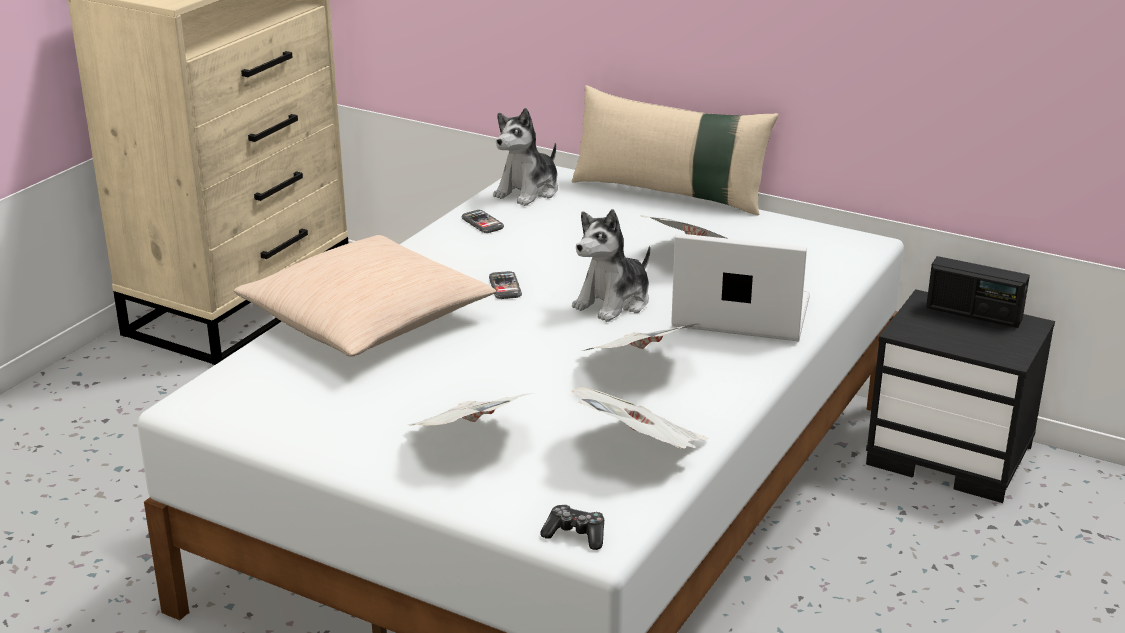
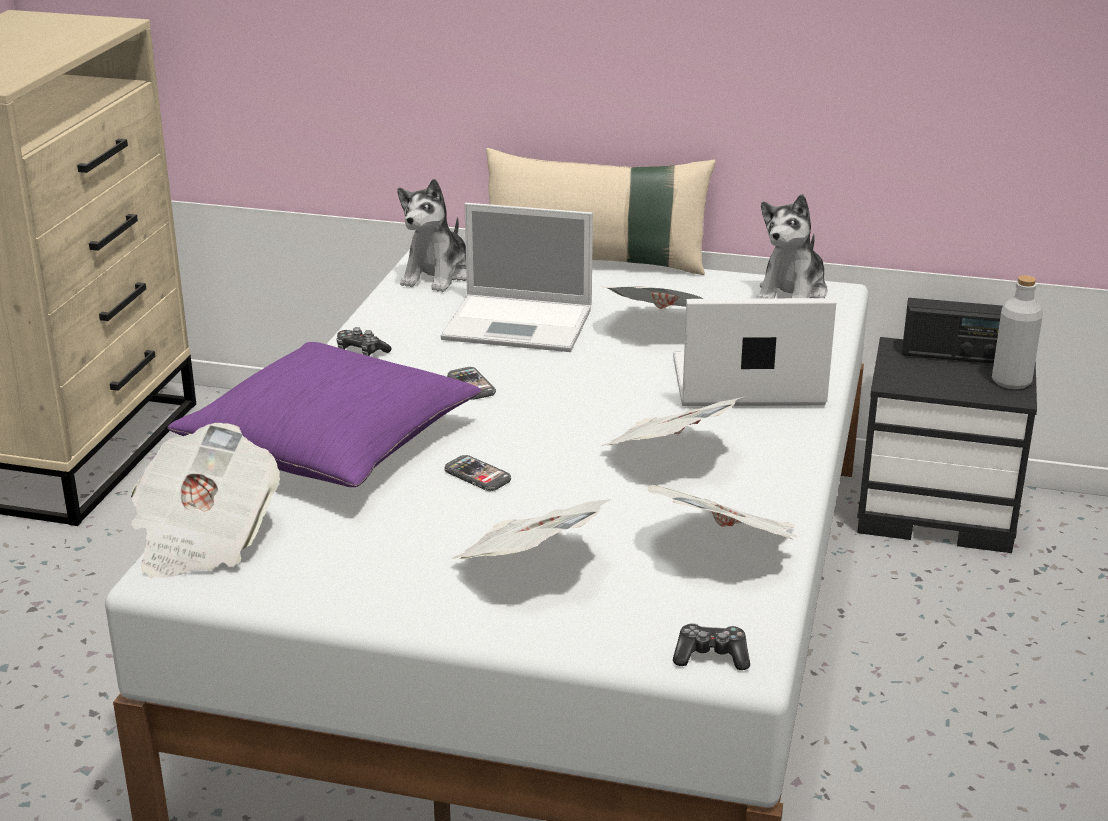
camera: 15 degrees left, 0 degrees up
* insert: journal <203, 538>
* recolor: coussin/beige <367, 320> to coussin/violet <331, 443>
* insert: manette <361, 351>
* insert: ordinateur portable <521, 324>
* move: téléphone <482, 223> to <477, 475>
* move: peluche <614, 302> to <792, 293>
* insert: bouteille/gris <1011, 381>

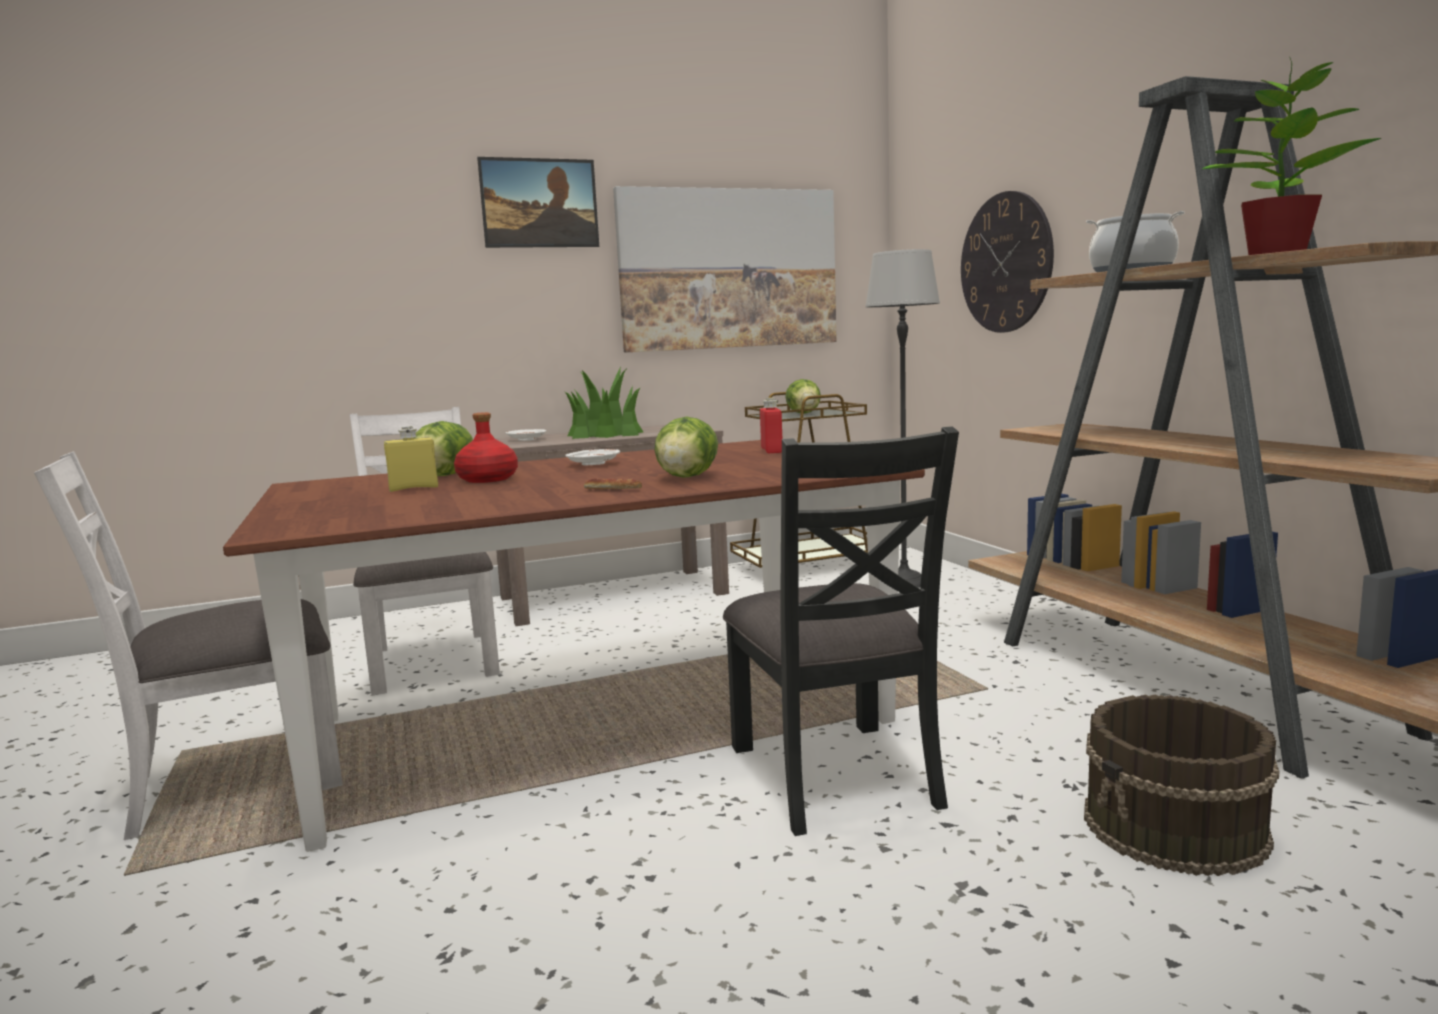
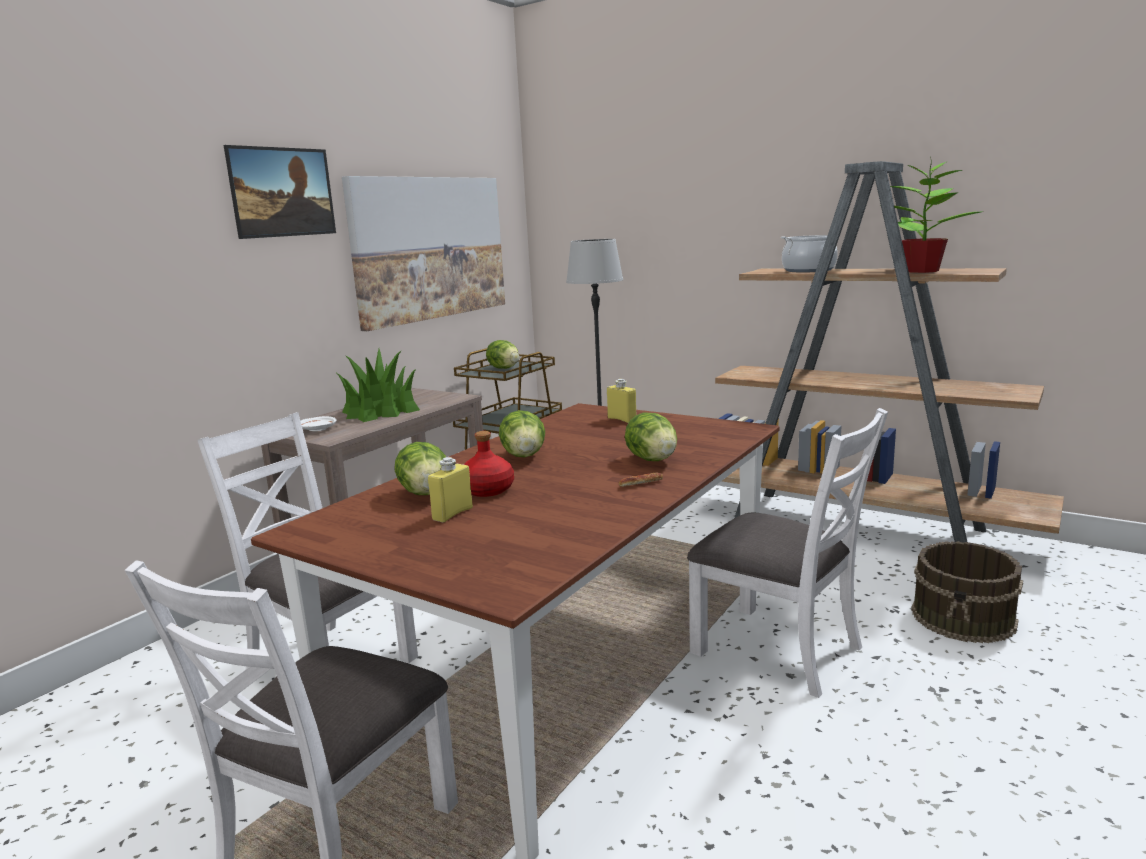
camera: 35 degrees left, 5 degrees up
* replace: assiette/blanc <594, 464> to laitue <524, 456>
* recolor: bouteille/rouge <771, 450> to bouteille/jaune <622, 419>
* recolor: chaise/noir <835, 775> to chaise/blanc <778, 649>
* delete: horloge murale <1005, 263>

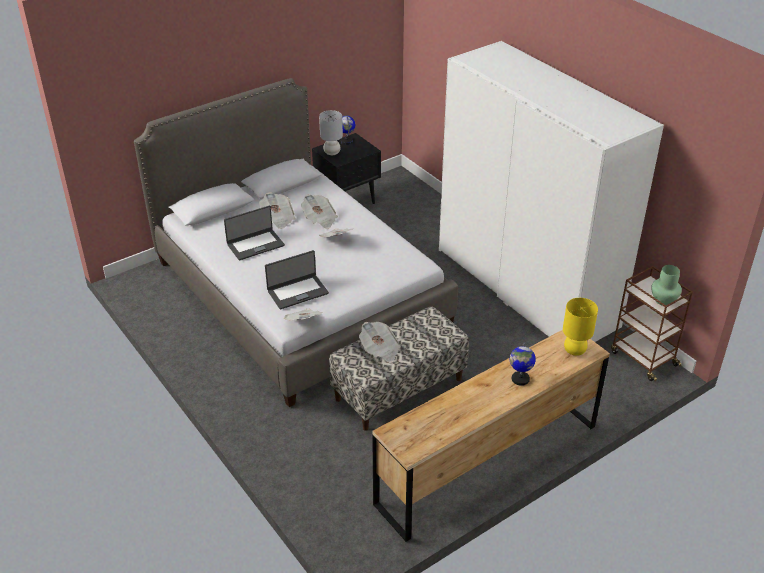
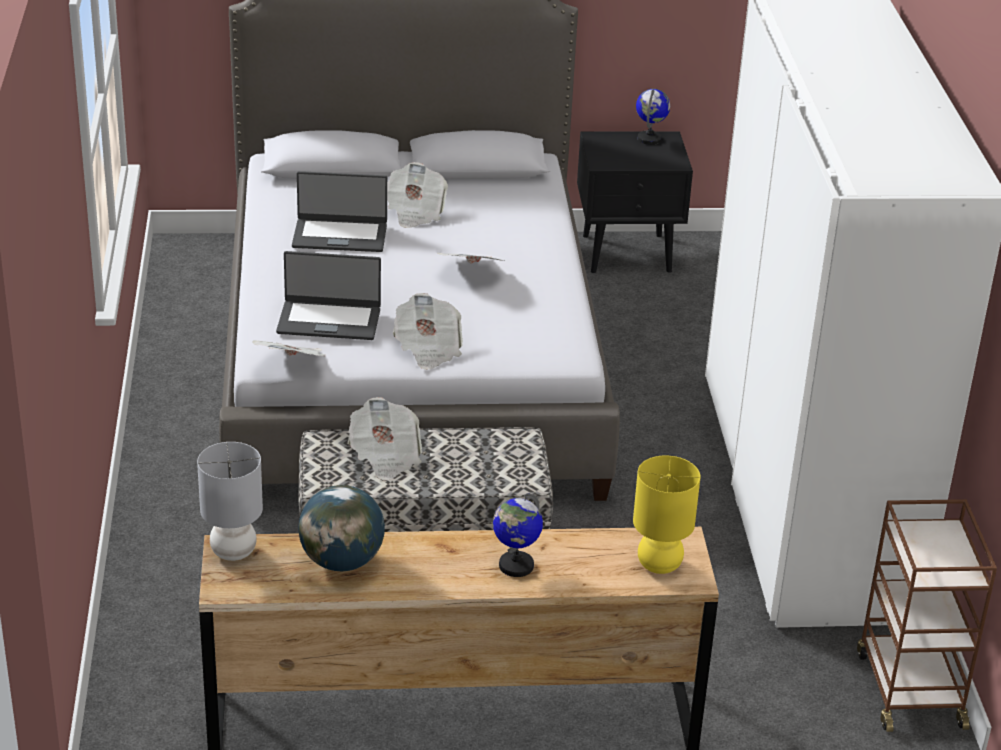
camera: 30 degrees right, 5 degrees down
* move: lampe de table/gris <331, 153> to <233, 551>
* insert: globe <341, 561>
* move: journal <320, 219> to <428, 349>
* delete: vase/vert <663, 301>

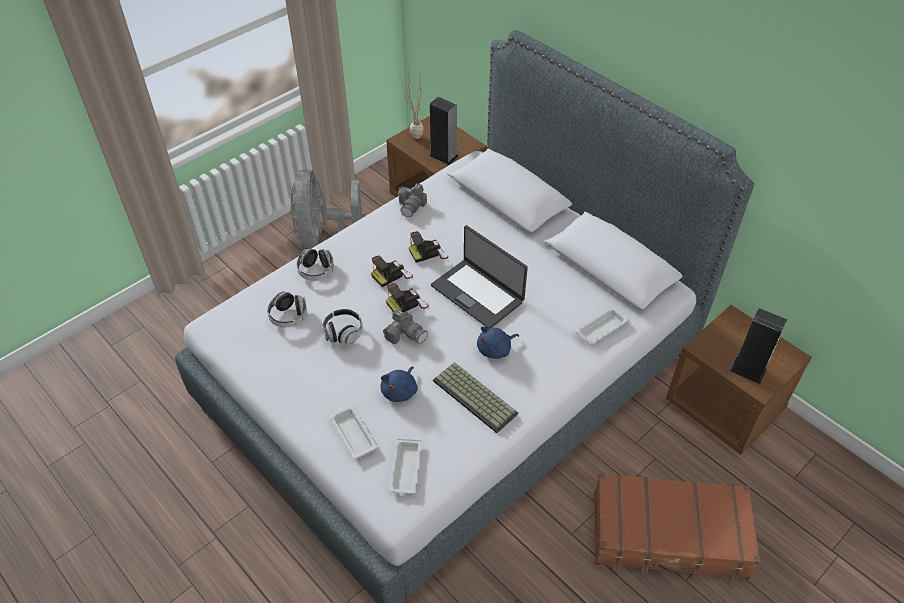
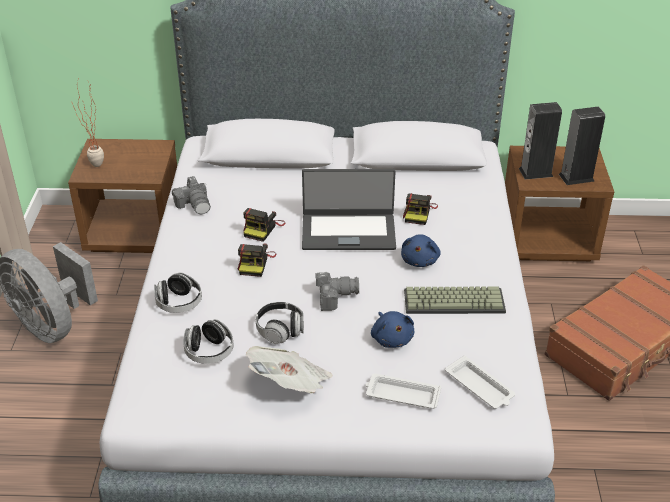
camera: 45 degrees left, 10 degrees down
* insert: journal <291, 384>
* move: appareil photo <407, 303> to <419, 213>
* move: enceinte <443, 156> to <535, 172>
* delete: plateau/blanc <602, 328>

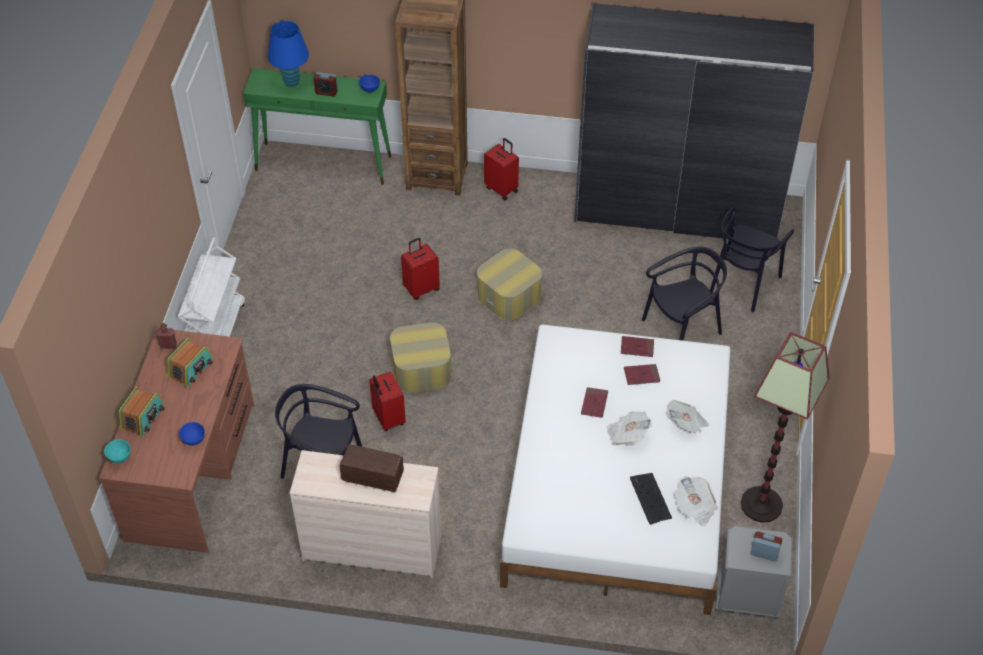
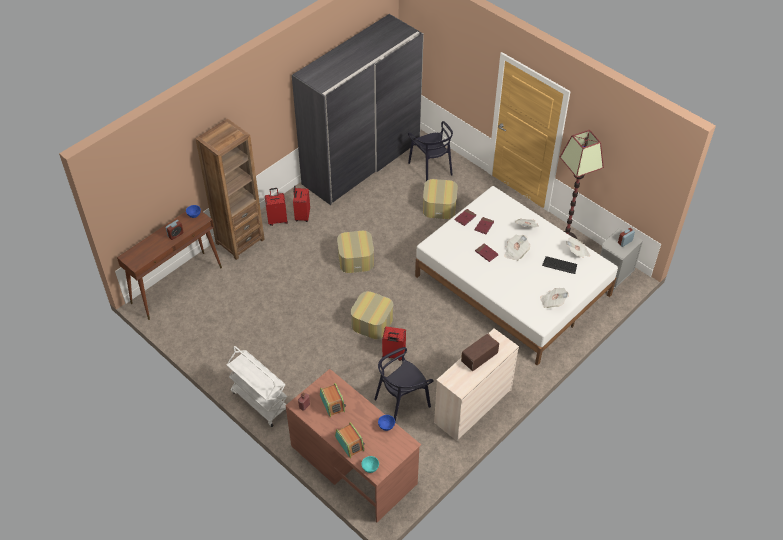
camera: 55 degrees left, 0 degrees up
* recolor: table console/vert <324, 163> to table console/marron <177, 285>
* move: valise/rouge <421, 288> to <302, 216>
* replace: chaise/noir <682, 329> to pouf <439, 206>
* insert: journal <552, 302>
* delete: lampe de table/bleu <291, 82>

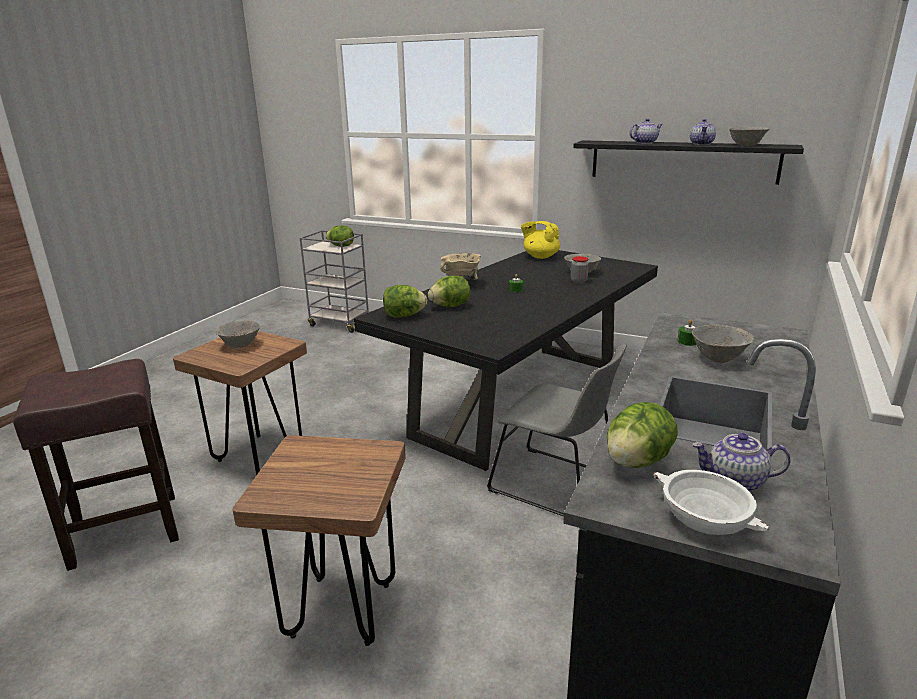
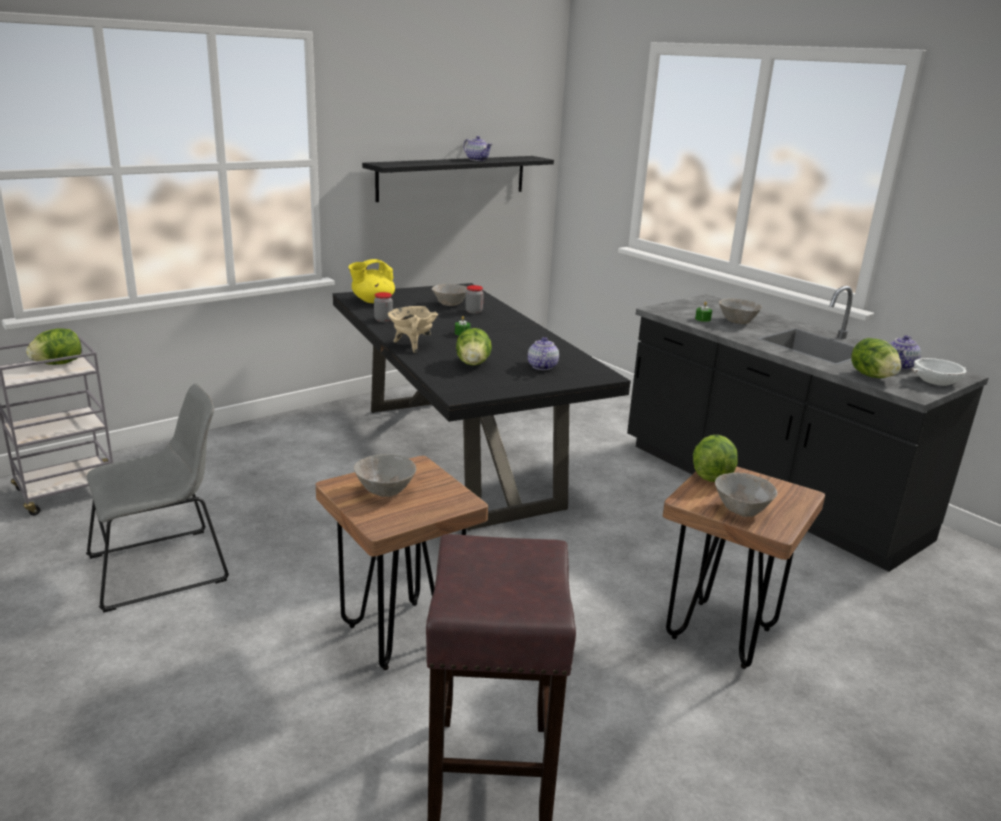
camera: 65 degrees left, 0 degrees up
* move: chaise/gris <557, 485> to <165, 567>
* insert: bocal <383, 320>
* move: théière <644, 143> to <541, 366>
* move: laitue <404, 316> to <712, 476>
* move: bol/gris <746, 145> to <742, 510>

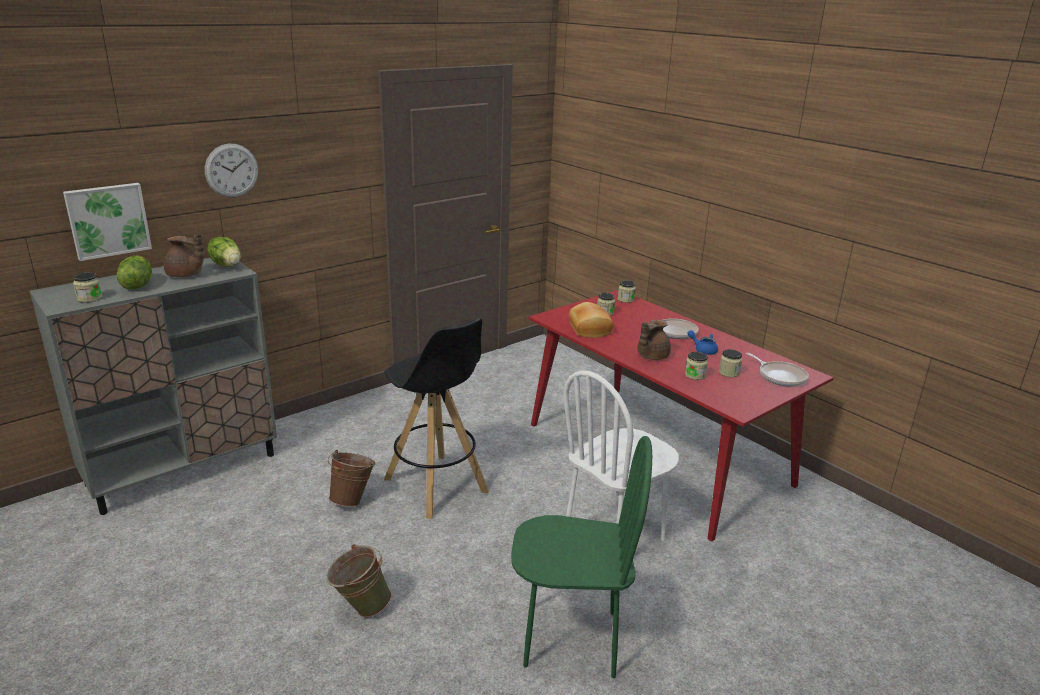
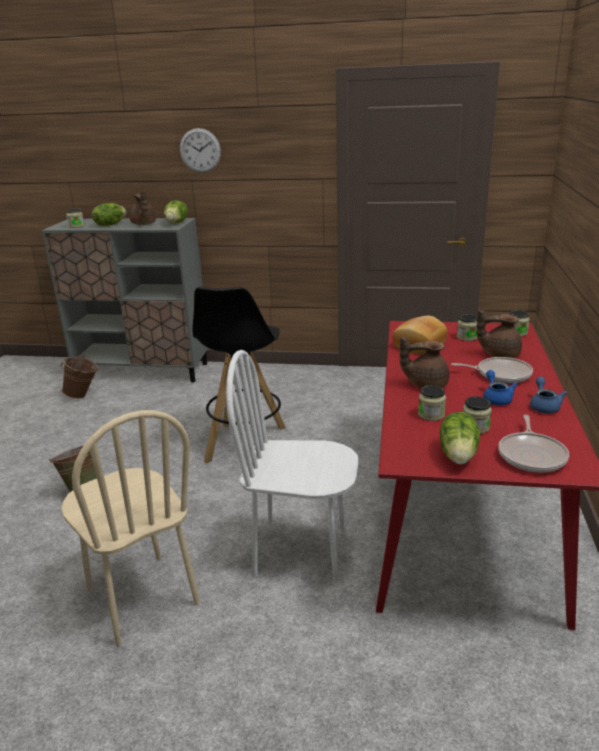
camera: 50 degrees right, 0 degrees up
* move: seau/marron <353, 499> to <83, 395>
* recolor: chaise/vert <571, 639> to chaise/beige <141, 597>
* insert: laitue <459, 455>
* insert: théière/marron <499, 354>
* insert: théière/bleu <544, 406>
* delete: tableau <108, 220>

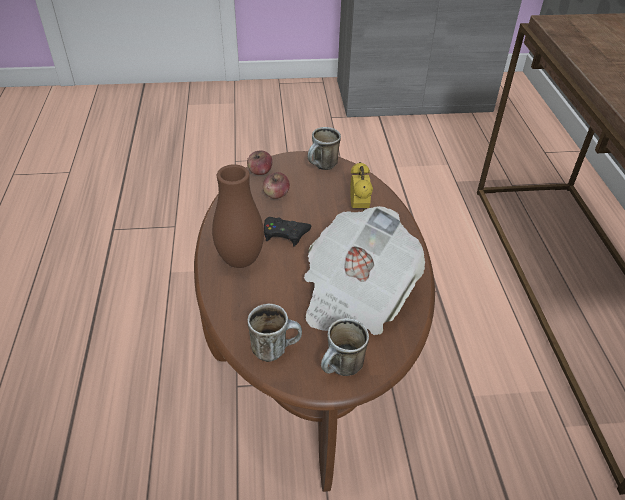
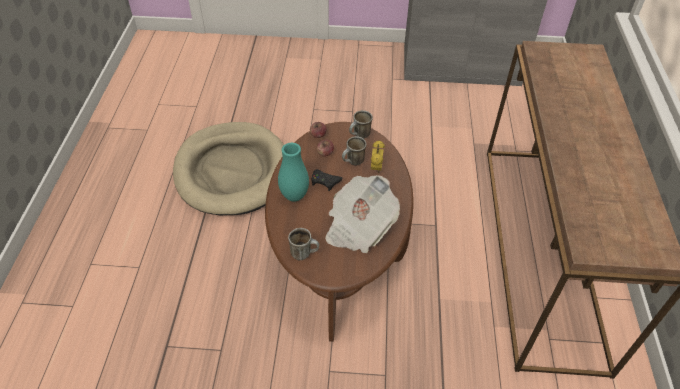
camera: 10 degrees right, 5 degrees up
* insert: panier pour chien/beige <233, 171>
* recolor: vase/marron <240, 260> to vase/turquoise <294, 196>
* move: mug <342, 370> to <353, 162>

